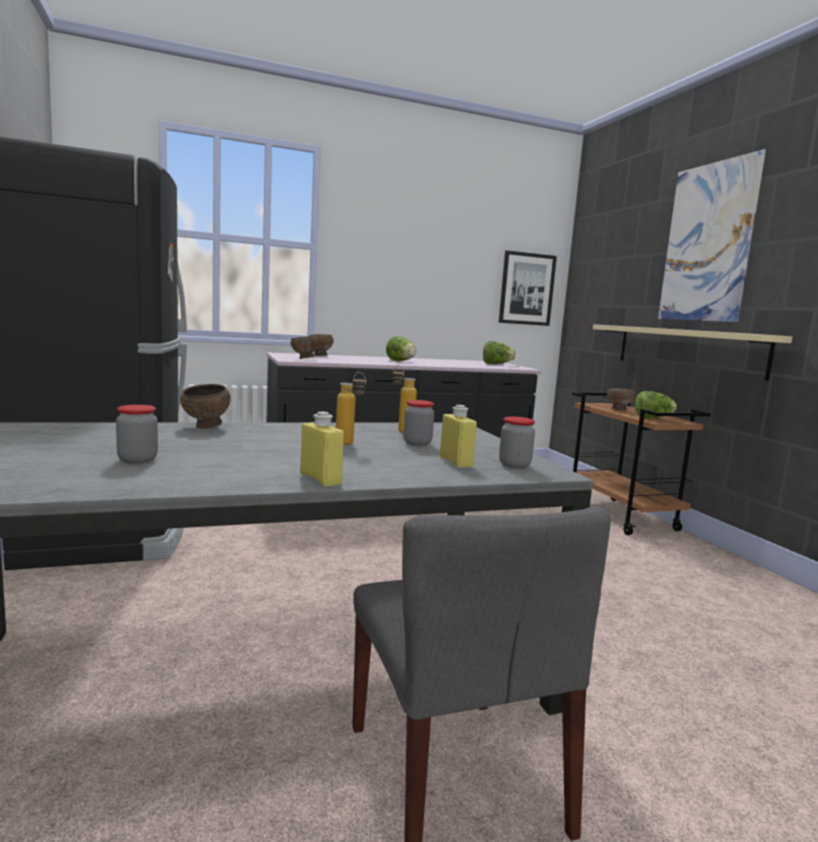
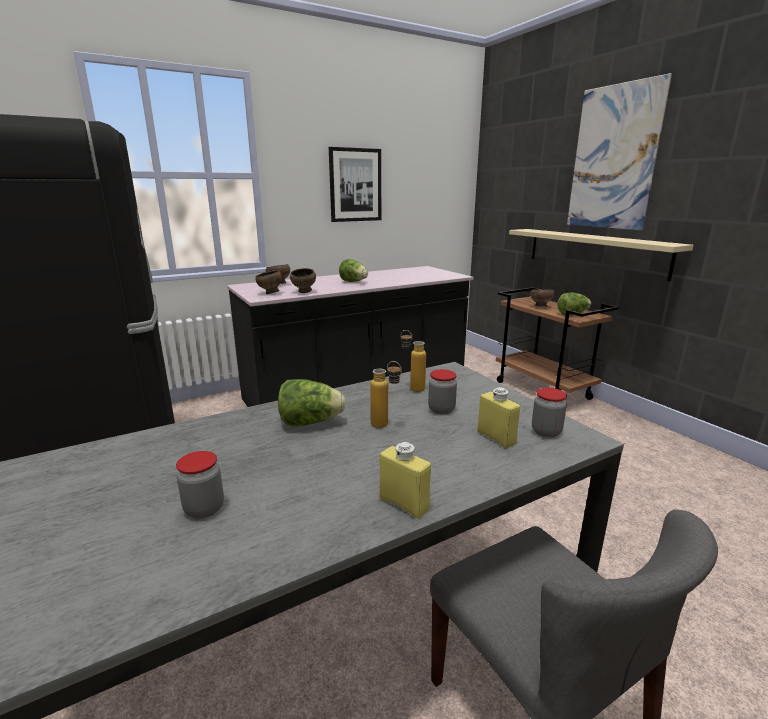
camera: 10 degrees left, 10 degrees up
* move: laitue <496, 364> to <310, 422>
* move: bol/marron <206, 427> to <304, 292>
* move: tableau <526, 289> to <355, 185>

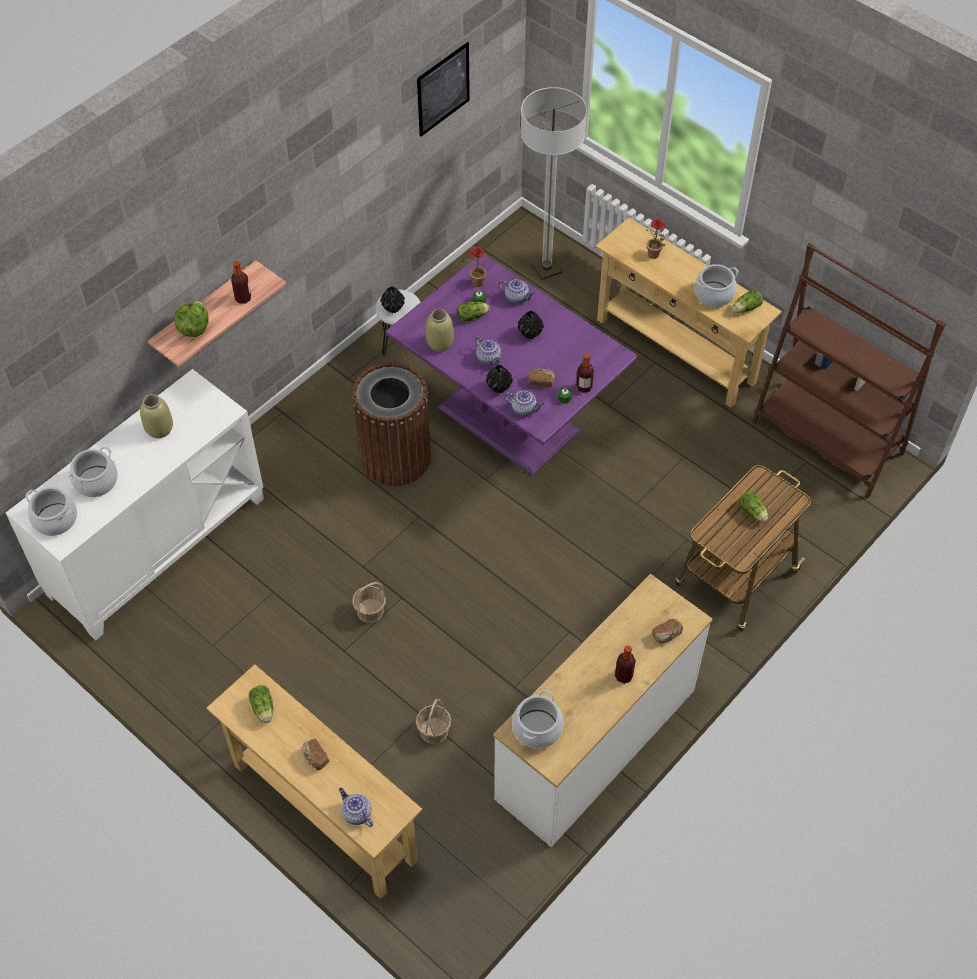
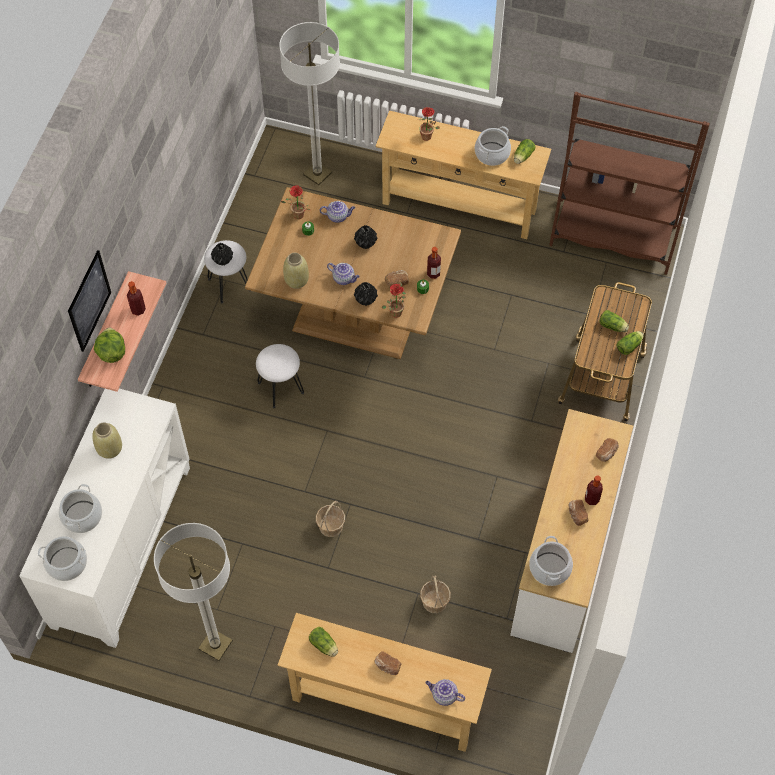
camera: 25 degrees left, 5 degrees up
* move: tableau <443, 89> to <89, 301>
* insert: lampadaire <215, 645>
* recolor: table à manger/violet <509, 418> to table à manger/marron <356, 316>
* replace: poubelle/marron <395, 457> to tabouret/blanc <280, 388>
* replace: théière <524, 409> to plante en pot <396, 311>
* insert: pain <576, 515>
* move: laitue <473, 316> to <630, 346>

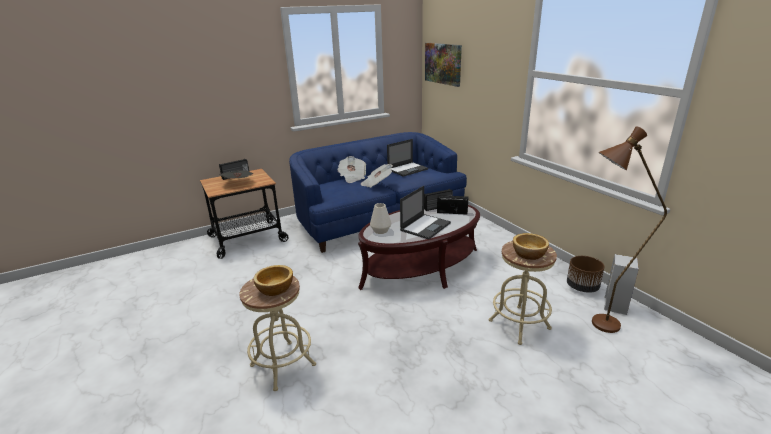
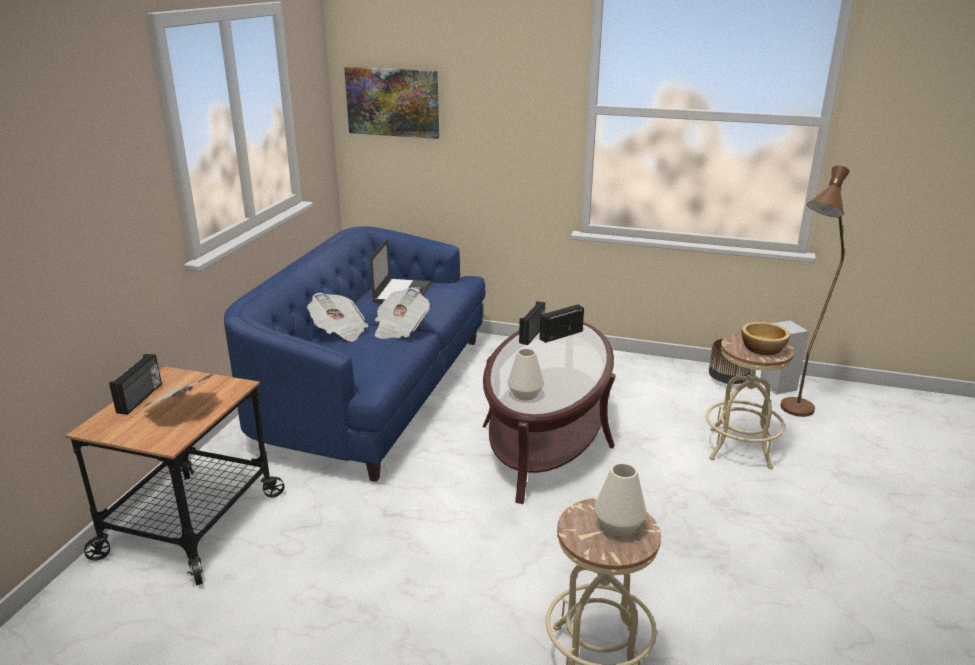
camera: 45 degrees left, 0 degrees up
* replace: bol <275, 289> to vase/blanc <619, 526>
* delete: ordinateur portable <425, 226>

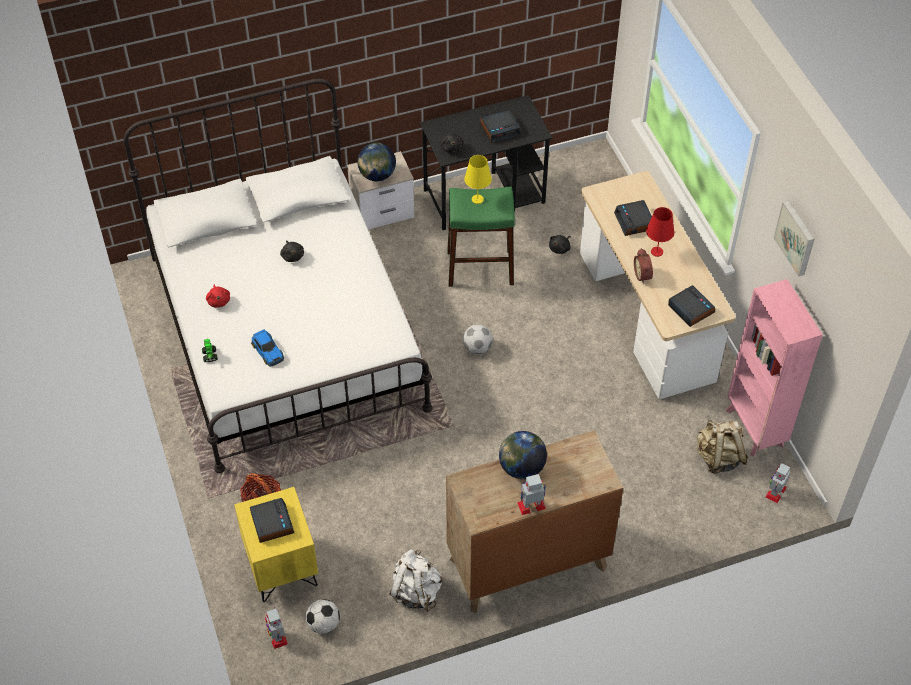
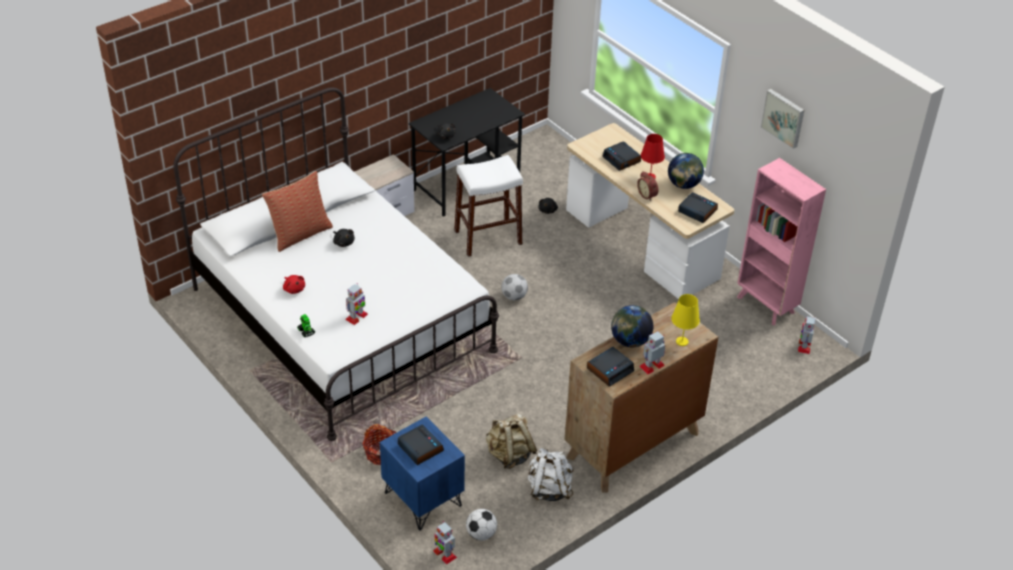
camera: 20 degrees left, 10 degrees down
* insert: coussin <300, 234>
* replace: petite voiture <267, 351> to robot jouet <356, 317>
* recolor: table de chevet/jaune <280, 566> to table de chevet/bleu <422, 499>
* recolor: tabouret/vert <480, 268> to tabouret/blanc <488, 237>
* move: sac à dos/beige <718, 457> to <509, 455>
* move: réveil <500, 129> to <610, 369>
* move: globe <377, 175> to <683, 185>
* move: lampe de table/jaune <477, 199> to <682, 341>

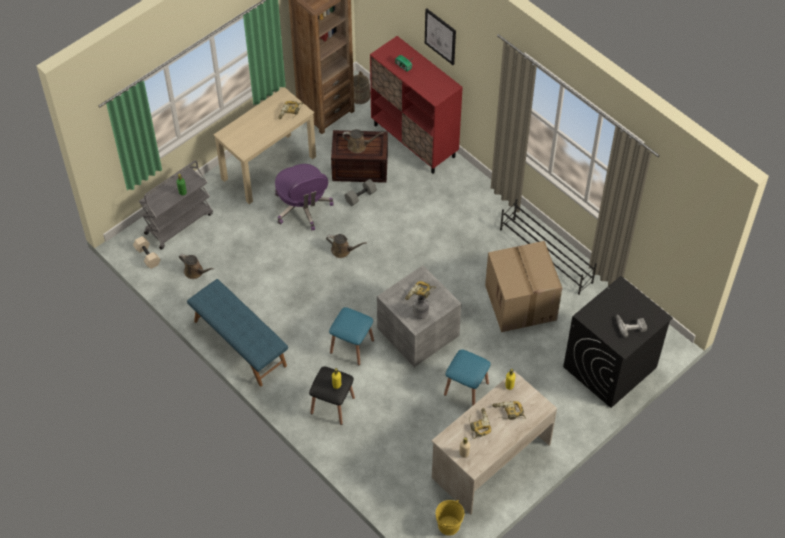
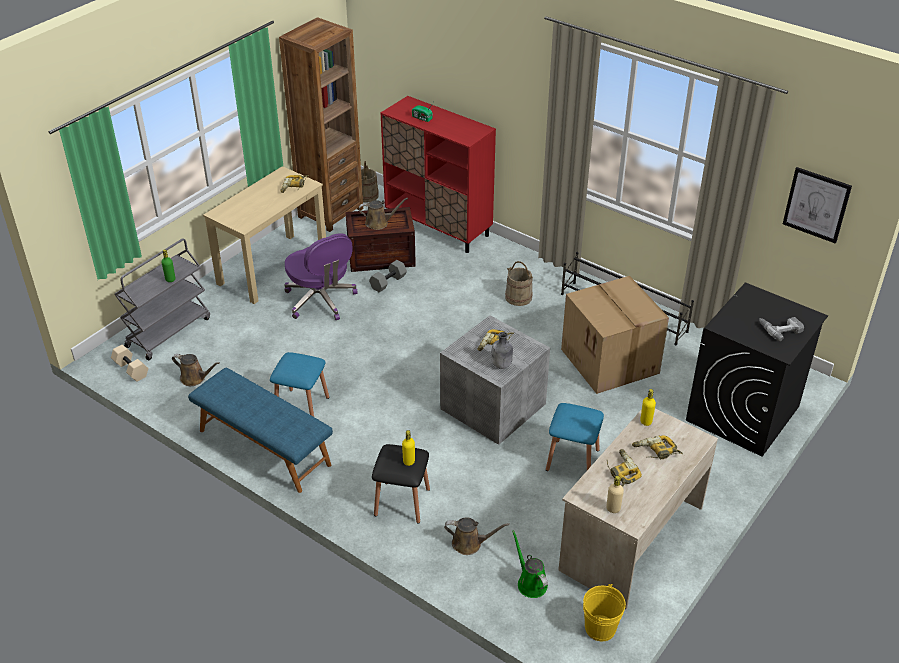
camera: 10 degrees left, 15 degrees down
* move: tabouret/bleu <352, 346> to <302, 407>
* move: arrosoir/marron <343, 250> to <470, 543>
* insert: seau/beige <518, 297>
* insert: arrosoir/vert <530, 583>
* move: tableau <440, 36> to <816, 204>

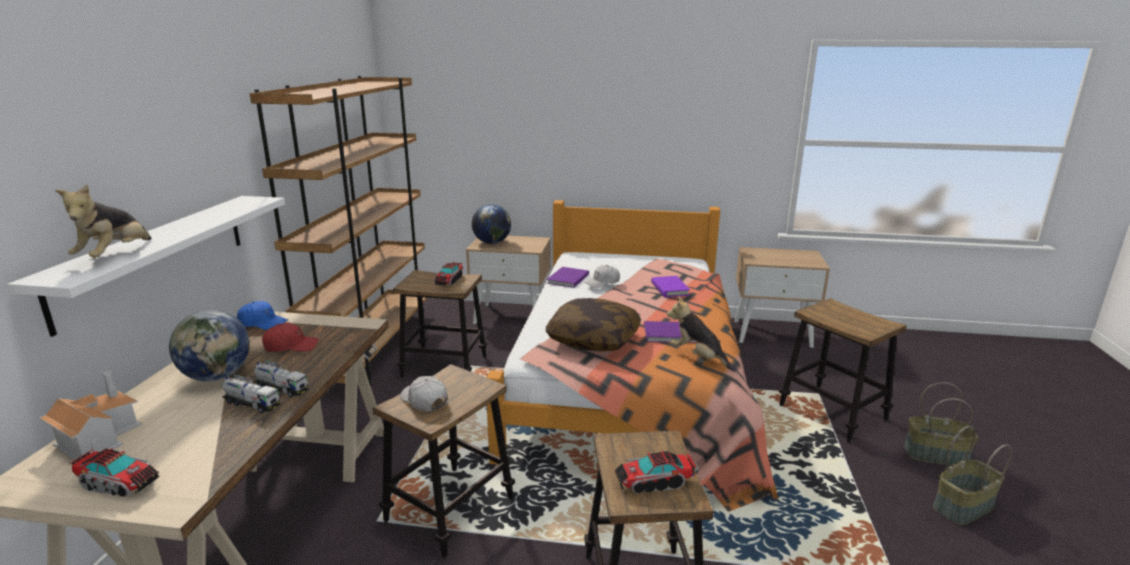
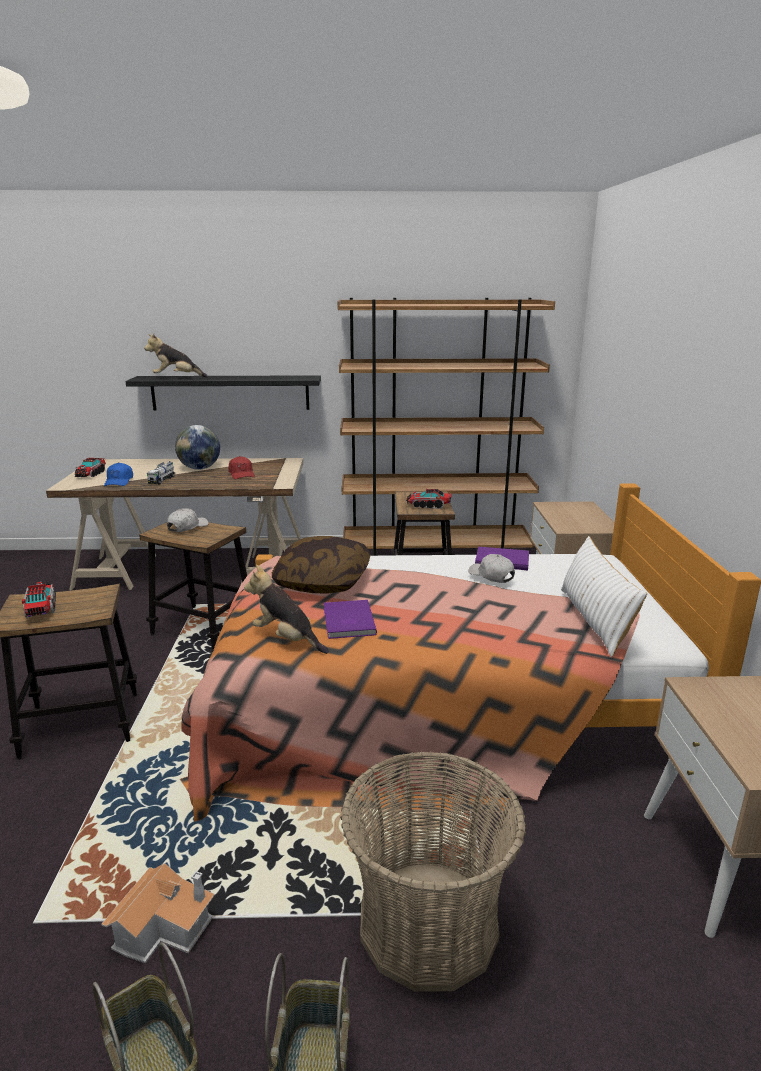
camera: 80 degrees right, 0 degrees up
* move: maison miniature <98, 437> to <165, 926>
* move: casquette/bleu <263, 323> to <119, 481>
* recolor: étagère/blanc <155, 256> to étagère/noir <230, 392>
* rotate: peluche <698, 357> = <287, 639> 90 degrees counterclockwise
* replace: tabouret <832, 413> to panier <428, 923>
* insert: coussin/blanc <594, 620>
* delete: camion jouet <282, 389>
* delete: globe <492, 243>
* delete: livre/violet <669, 289>

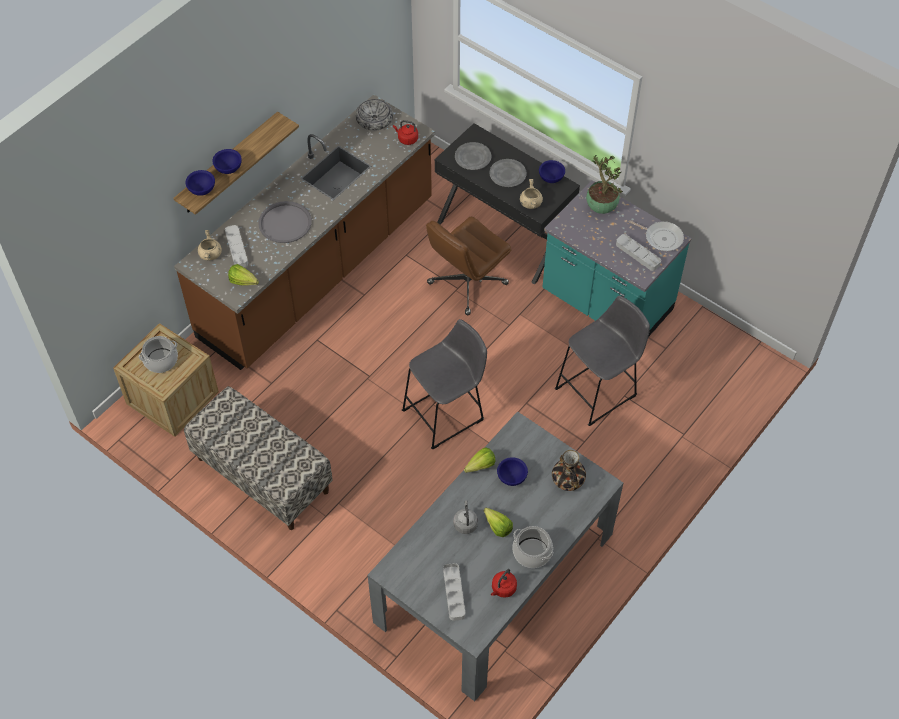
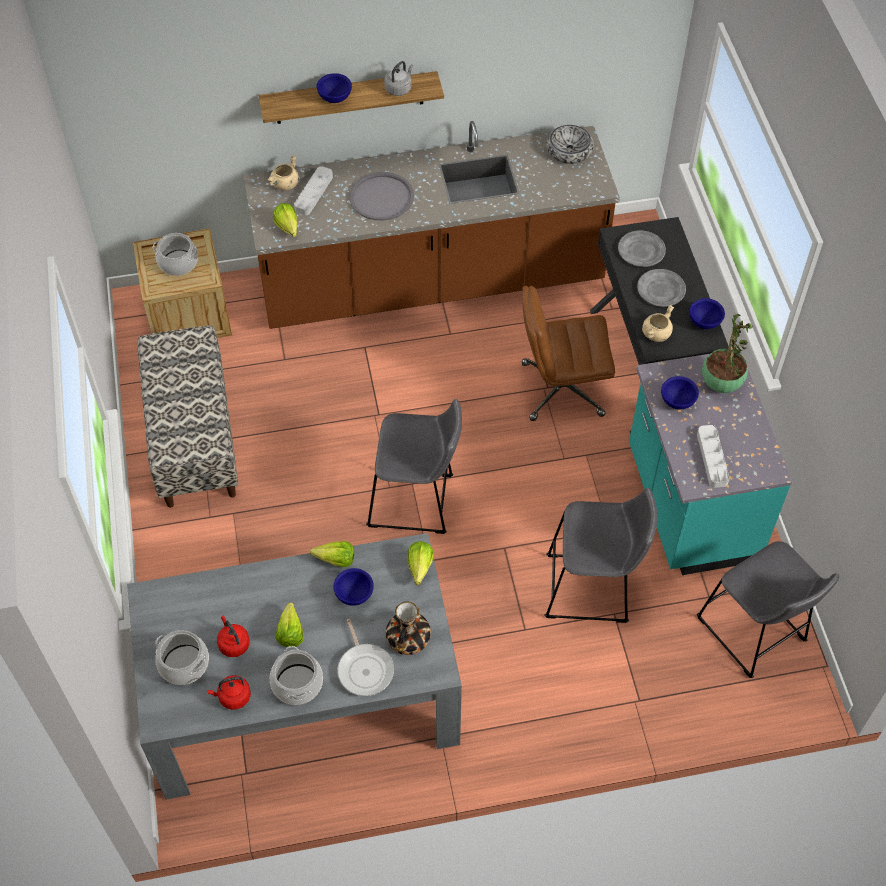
camera: 40 degrees right, 0 degrees up
* replace: plateau/gris <454, 593> to marmite <184, 664>
* move: bouilloire/rouge <406, 139> to <233, 643>
* move: poêle <661, 238> to <365, 668>
* move: bouilloire/gris <465, 523> to <399, 88>
* insert: laitue <418, 570>
* move: bol/bleu <201, 190> to <677, 401>
* insert: tabouret/gris <754, 634>

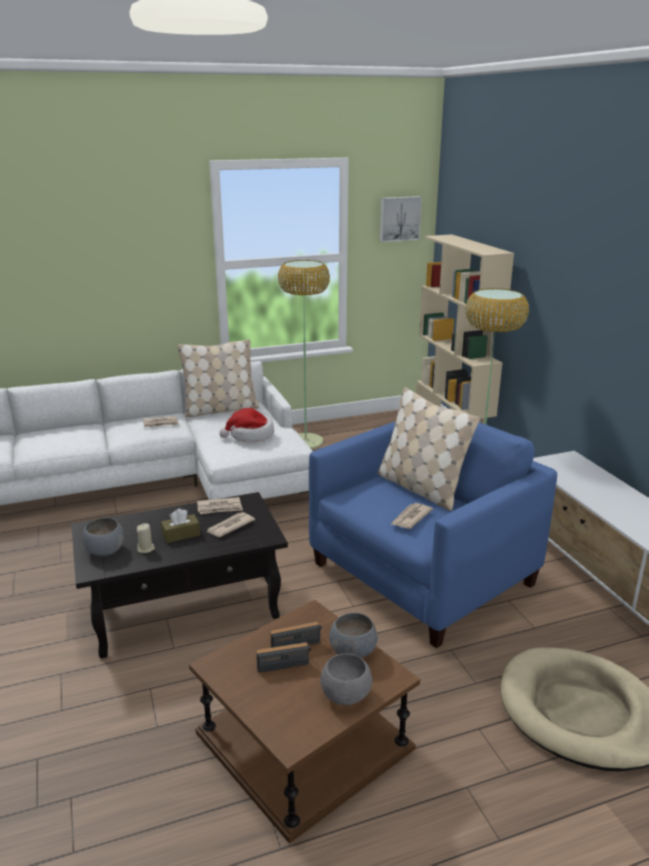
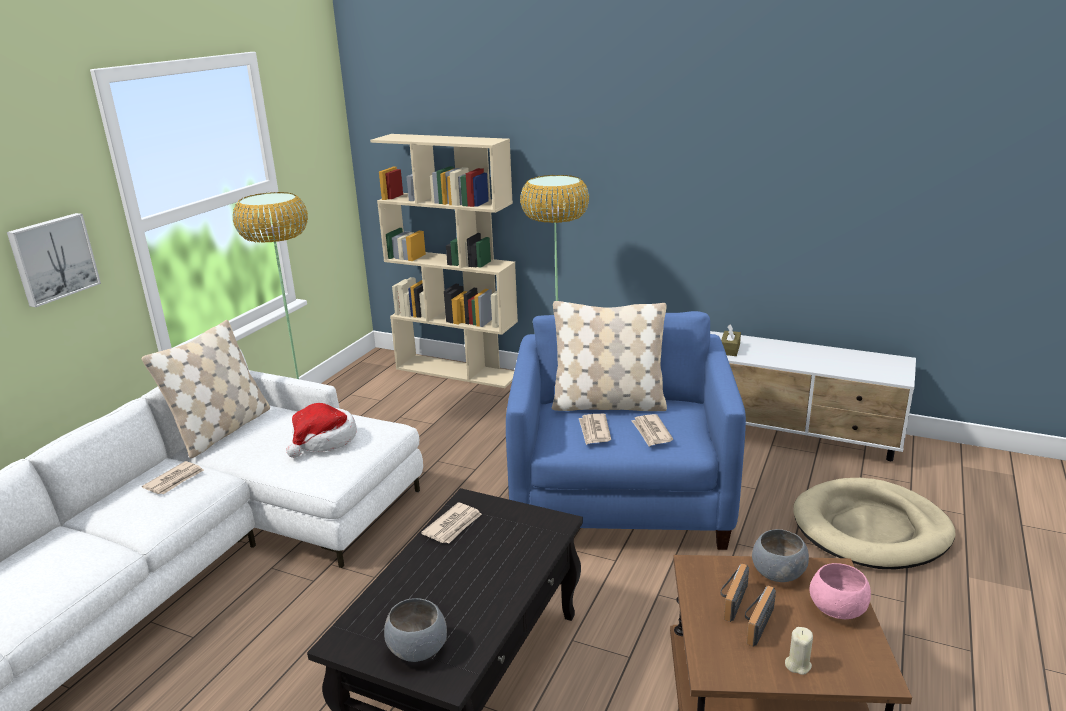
camera: 45 degrees left, 0 degrees up
* move: tableau <399, 218> to <53, 258>
* move: journal <230, 526> to <594, 431>
* move: boîte à mouchoirs/marron <181, 535> to <729, 349>
* move: bougie/beige <146, 549> to <797, 664>
* recolor: bol/gris <346, 694> to bol/rose <837, 608>

